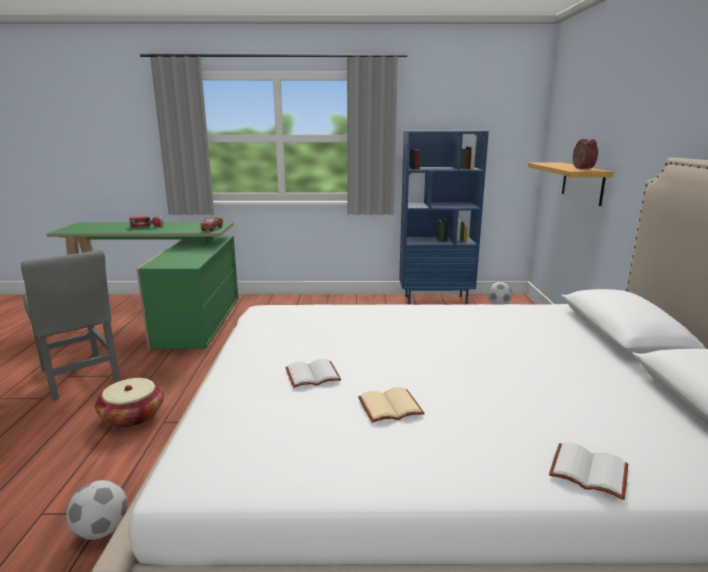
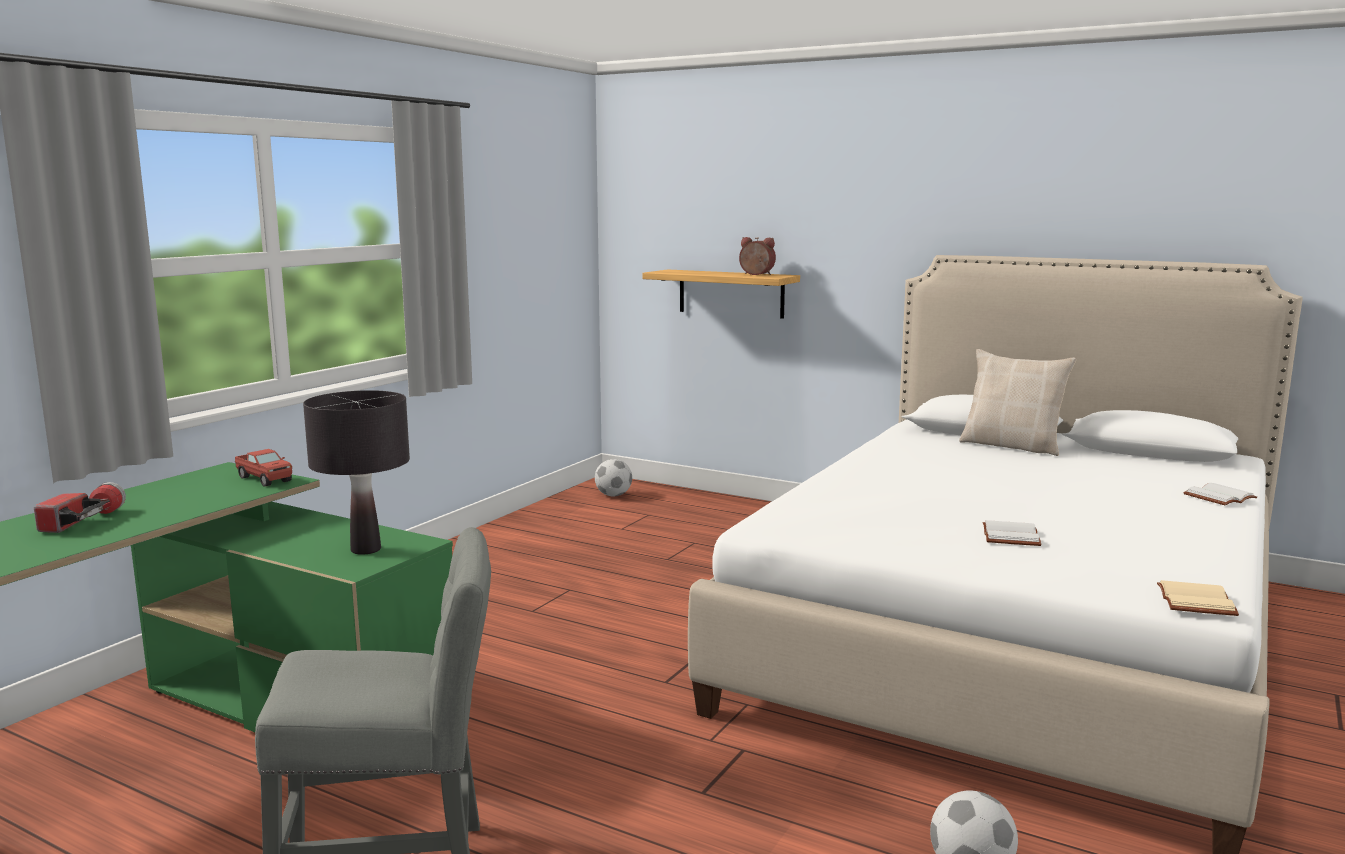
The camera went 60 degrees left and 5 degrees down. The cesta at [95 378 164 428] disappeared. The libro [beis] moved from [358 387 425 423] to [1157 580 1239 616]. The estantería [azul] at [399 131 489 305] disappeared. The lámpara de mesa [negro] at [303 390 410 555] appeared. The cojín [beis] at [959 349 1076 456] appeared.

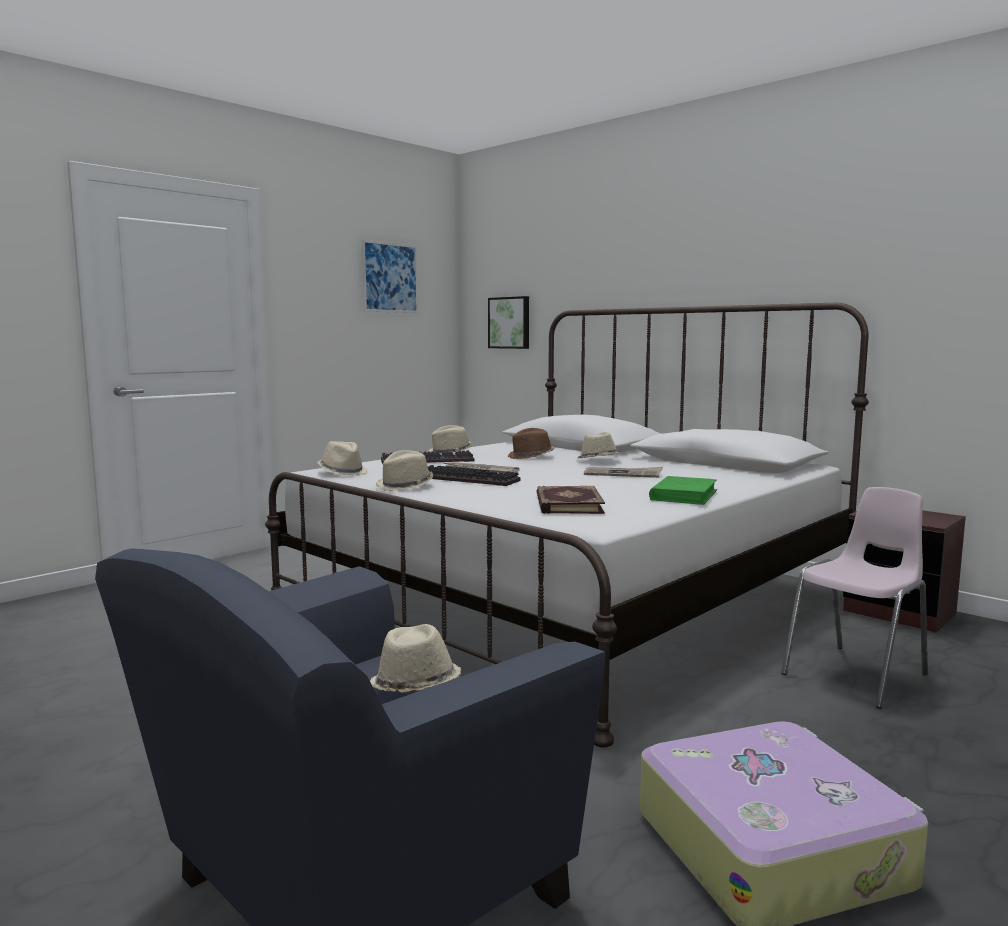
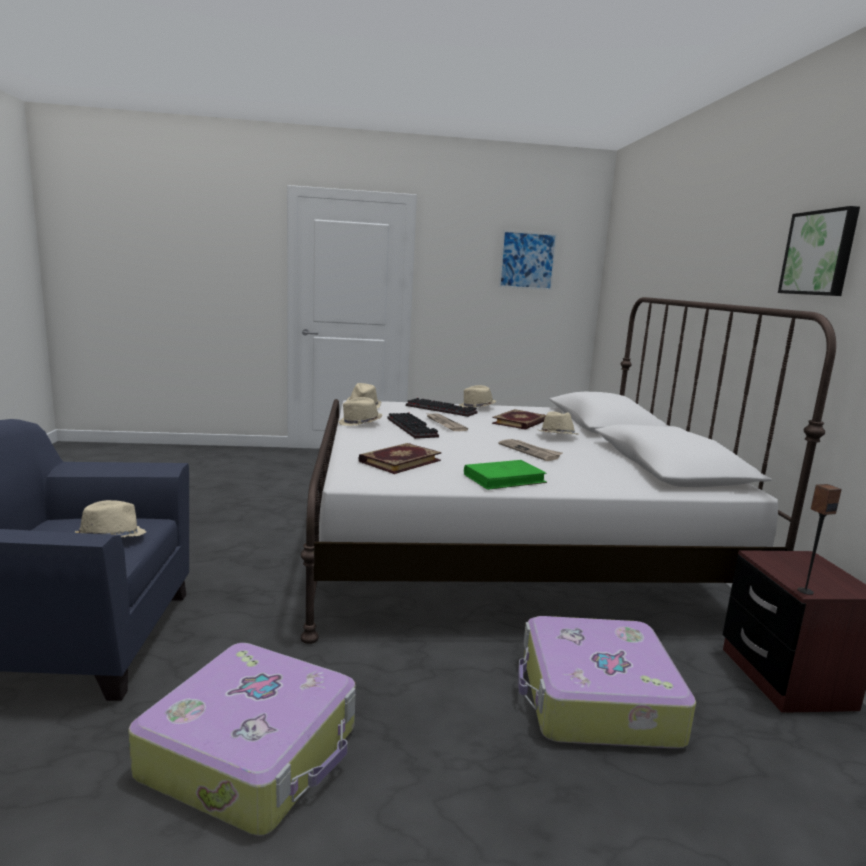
The camera went 40 degrees right and 5 degrees up. The cuadro moved from [488 296 529 349] to [778 206 860 296]. The sombrero [marrón] at [508 428 555 459] was replaced by the libro at [492 409 546 430]. The silla [rosa] at [781 487 928 709] was replaced by the maleta at [518 616 696 748]. The altavoz at [797 484 842 595] appeared.

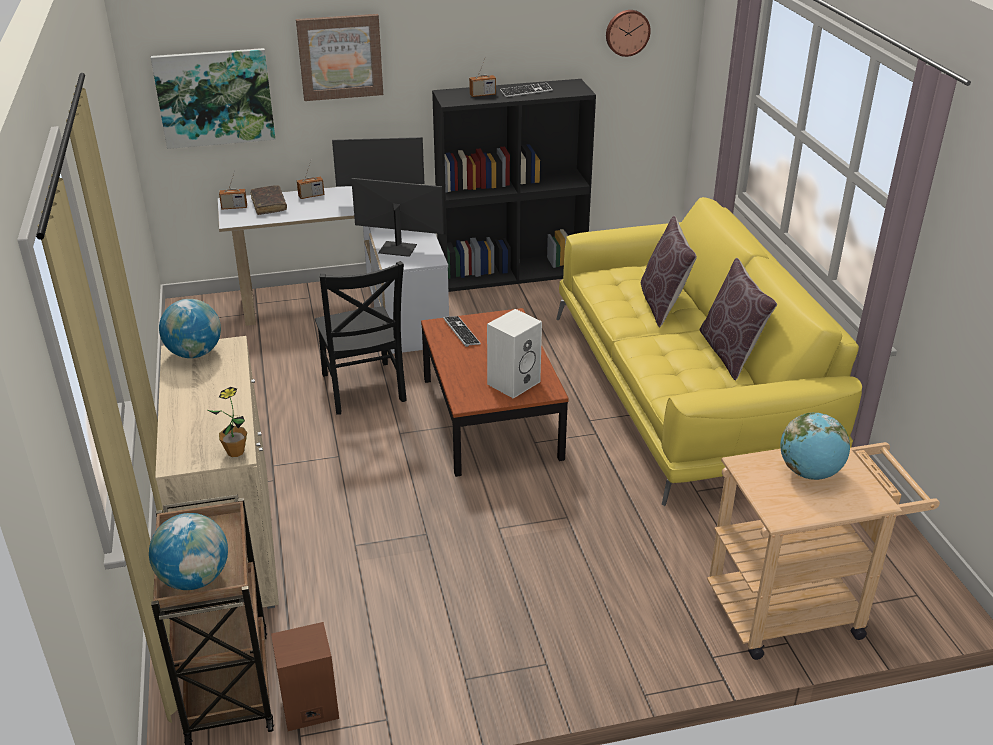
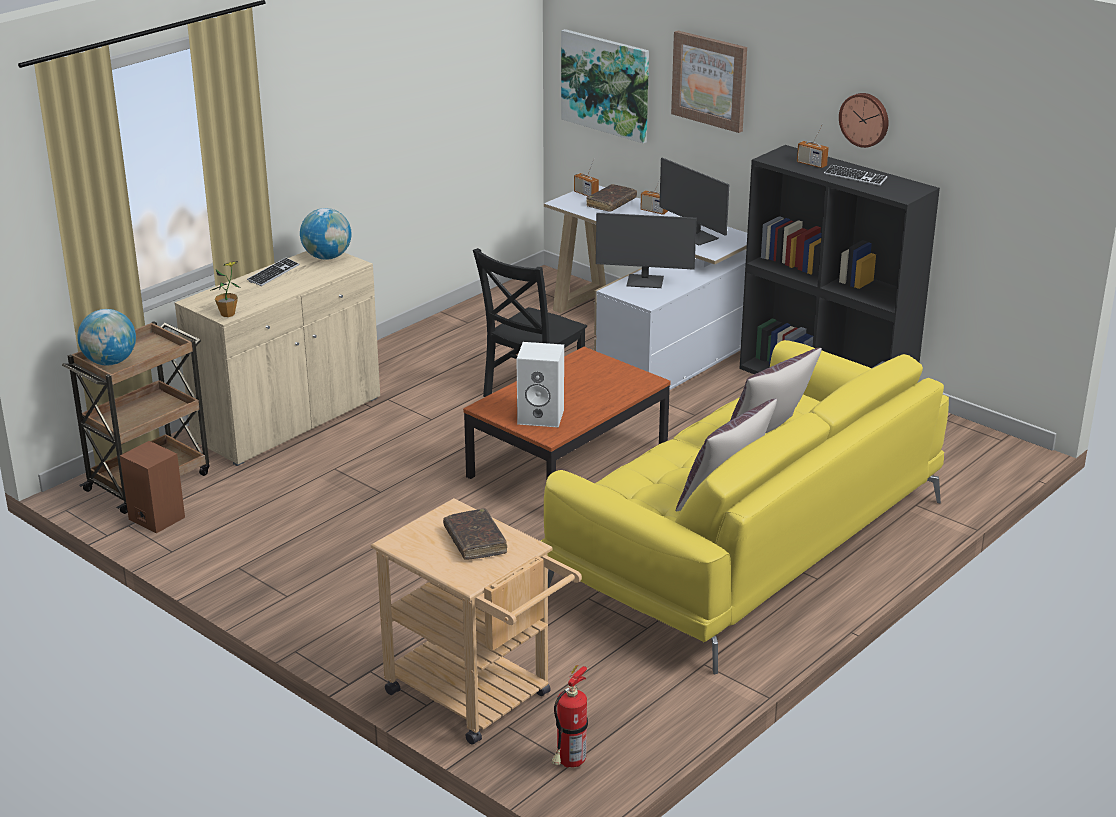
The camera went 55 degrees right and 5 degrees down. The monitor at [351 178 443 257] turned 120 degrees clockwise. The teclado moved from [443 316 481 347] to [247 258 299 286]. The reloj de pared moved from [606 10 651 57] to [839 93 889 148]. The globo terráqueo at [780 412 850 480] was replaced by the libro [marrón] at [443 508 507 559]. The extintor at [552 665 588 768] appeared.

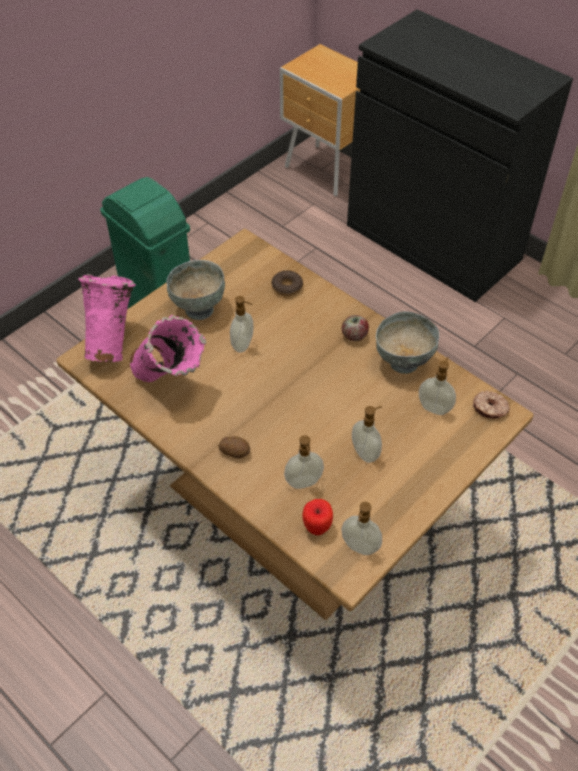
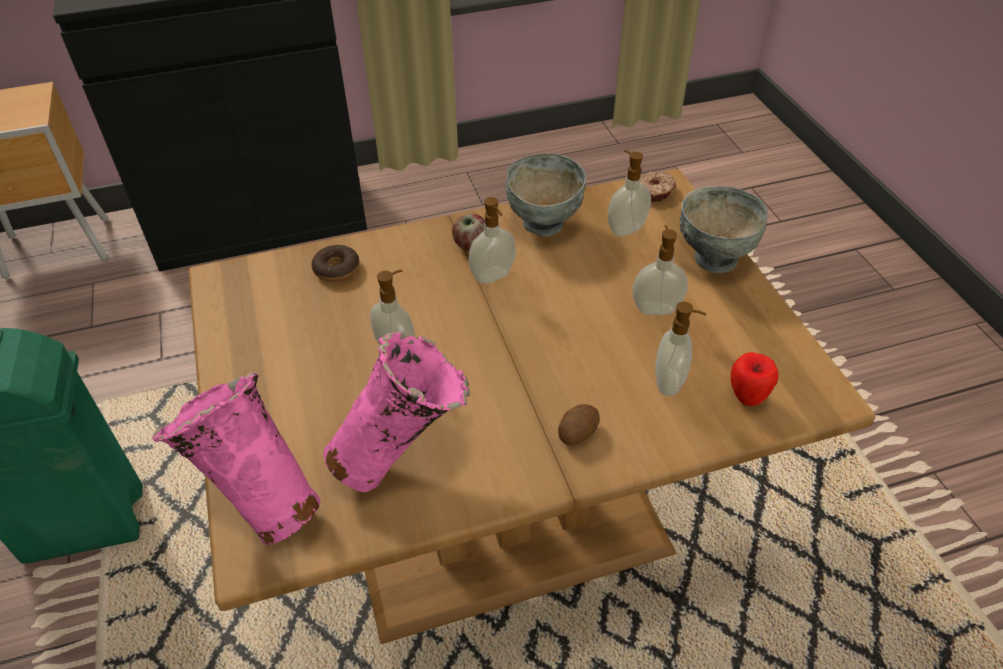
The camera went 60 degrees left and 5 degrees down. The cuenco [gris] moved from [167 260 225 320] to [680 186 768 273]. The dispensador de jabón moved from [341 502 382 555] to [469 197 516 284].

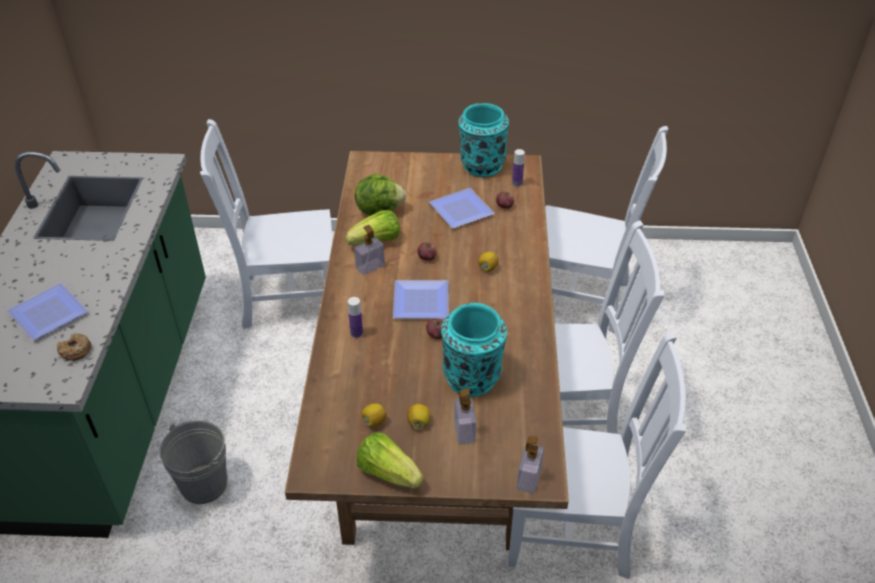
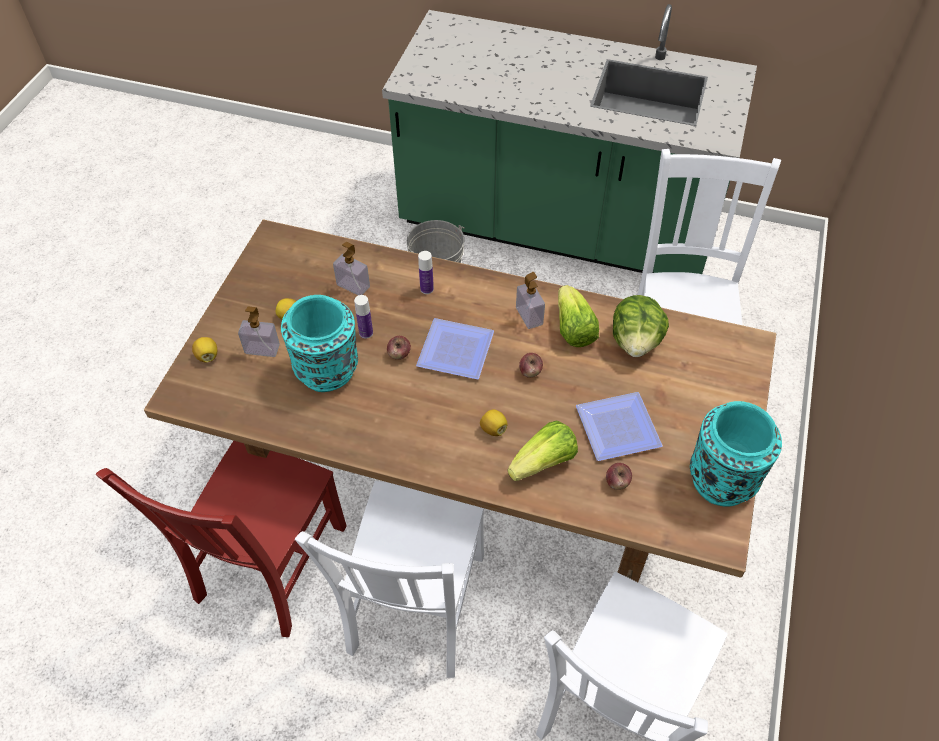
The camera went 105 degrees right and 10 degrees up. The plato at [7 283 88 340] disappeared. The rosquilla at [57 333 92 361] disappeared. The lechuga moved from [357 432 423 488] to [508 420 578 481]. The limón moved from [362 403 387 427] to [192 337 217 363]. The silla [blanco] at [508 332 687 579] became the silla [rojo] at [96 441 347 637]. The botella moved from [512 149 525 187] to [354 295 373 339]. The dispensador de jabón moved from [517 436 544 493] to [333 242 370 295].

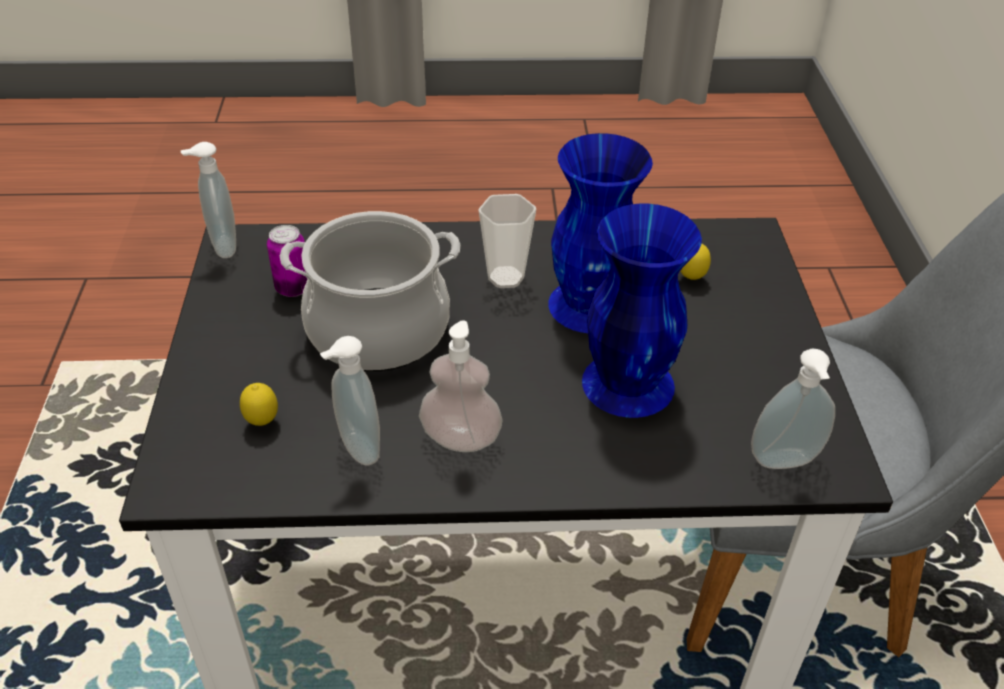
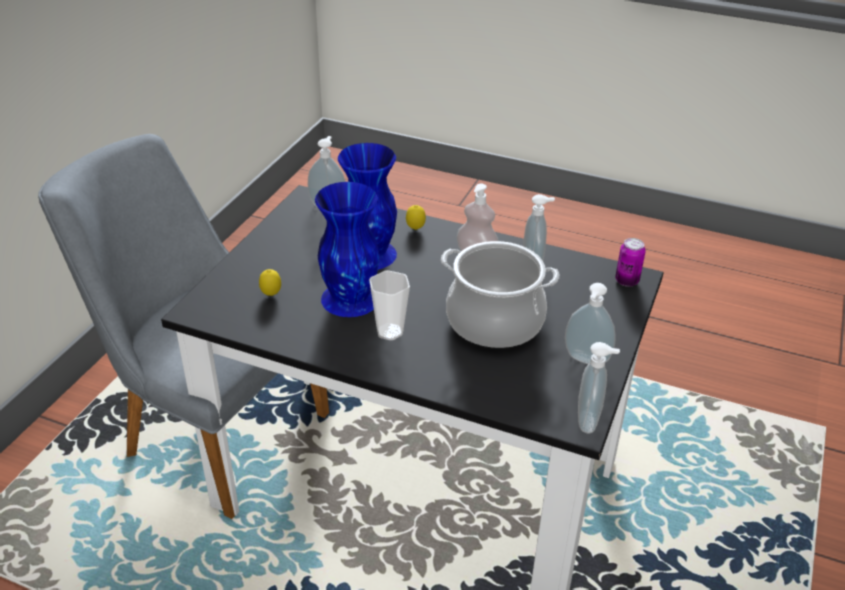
The camera went 155 degrees left and 5 degrees down. The limón moved from [240 383 278 426] to [406 205 426 230]. The lata moved from [267 225 307 297] to [615 238 646 287]. The dispensador de jabón at [565 283 616 364] appeared.

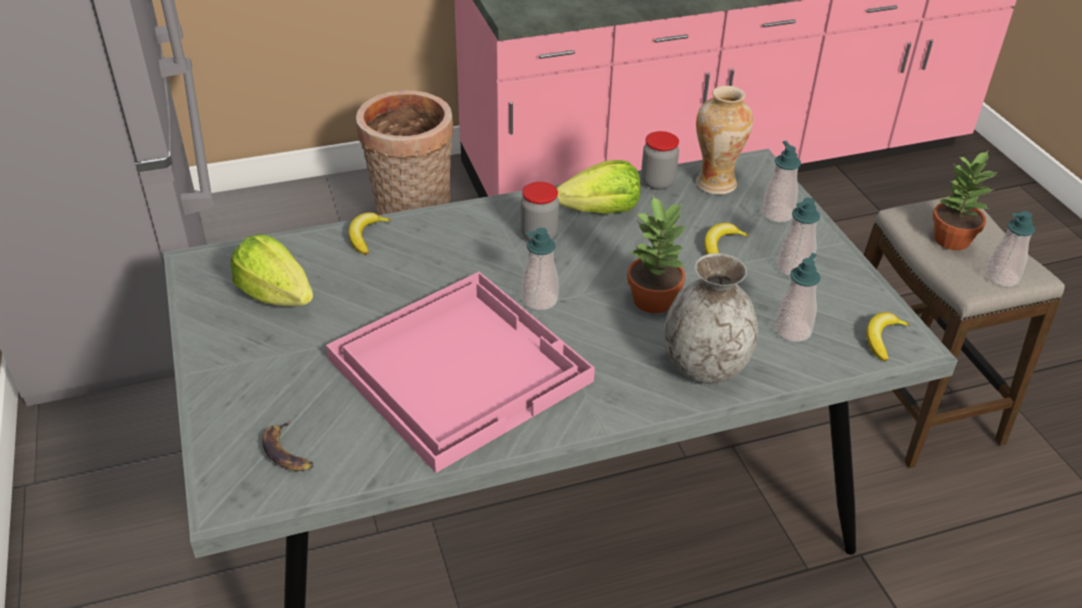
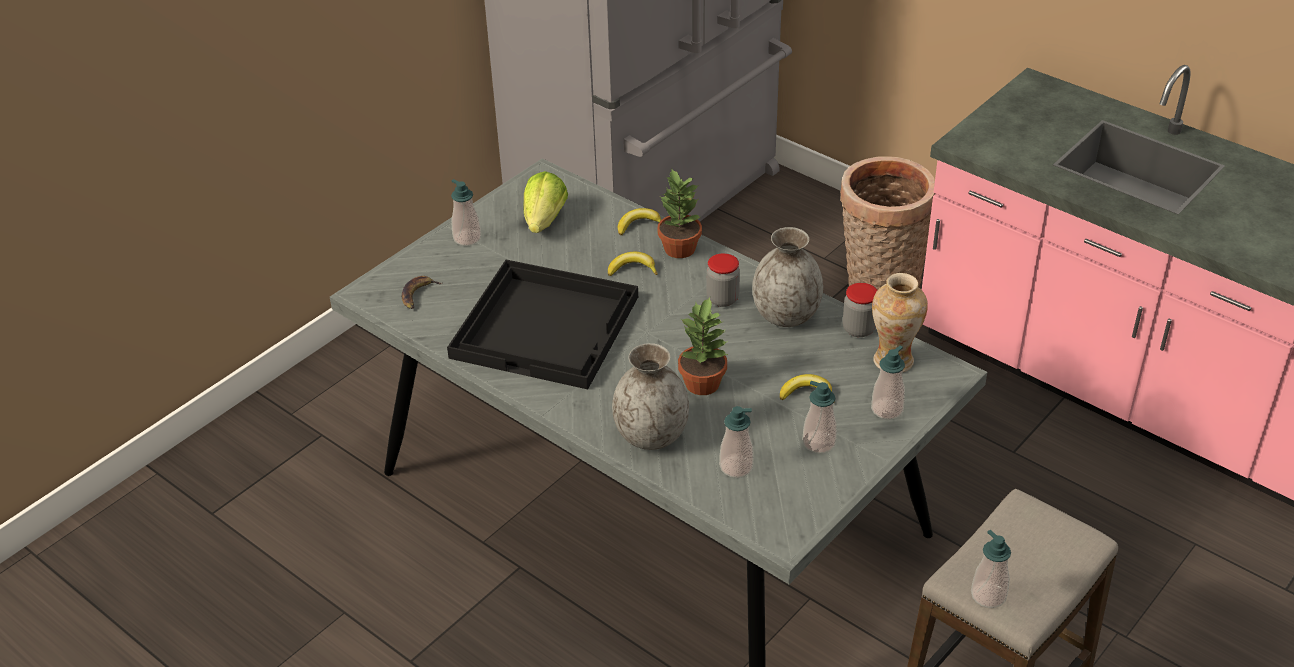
The camera went 60 degrees right and 0 degrees up. The bandeja [rosa] at [326 272 595 473] became the bandeja [negro] at [447 260 638 389]. The dispensador de jabón moved from [522 228 559 311] to [451 179 481 246]. The lechuga at [557 160 641 214] was replaced by the florero [gris] at [752 227 823 327]. The plátano moved from [866 312 910 362] to [608 252 658 276]. The planta en maceta moved from [933 151 997 250] to [657 169 702 258].

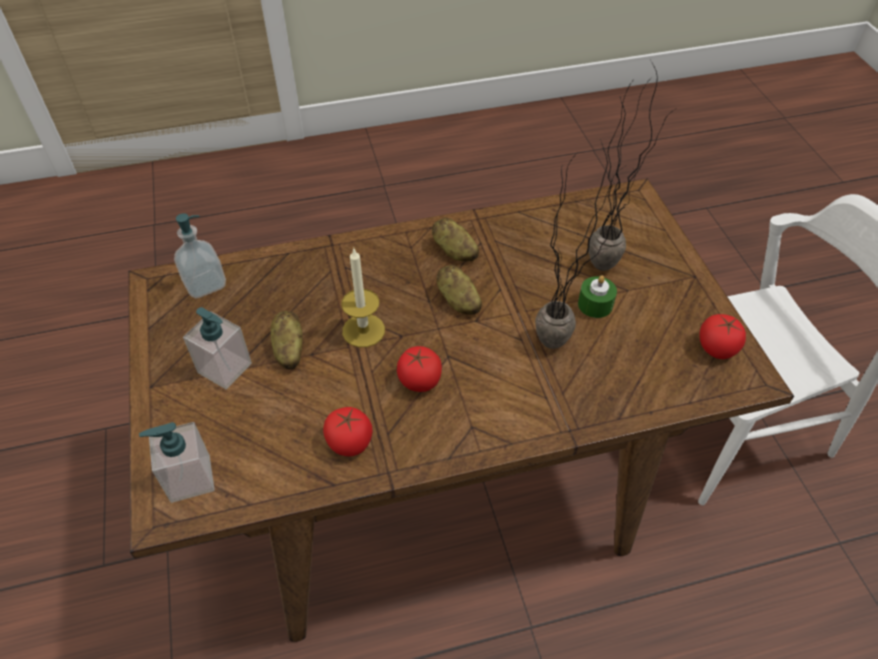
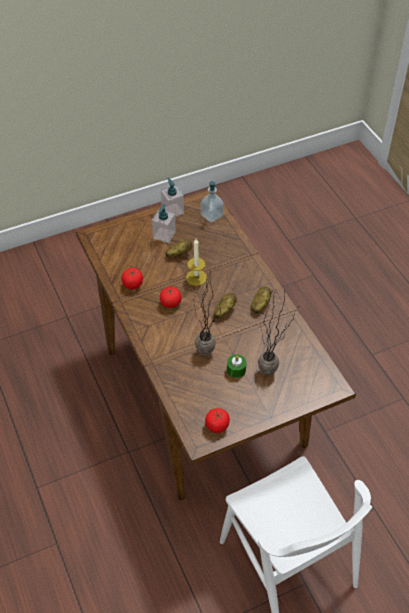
The camera went 80 degrees right and 0 degrees up. The dispensador de jabón moved from [139 422 215 503] to [161 177 184 217].

